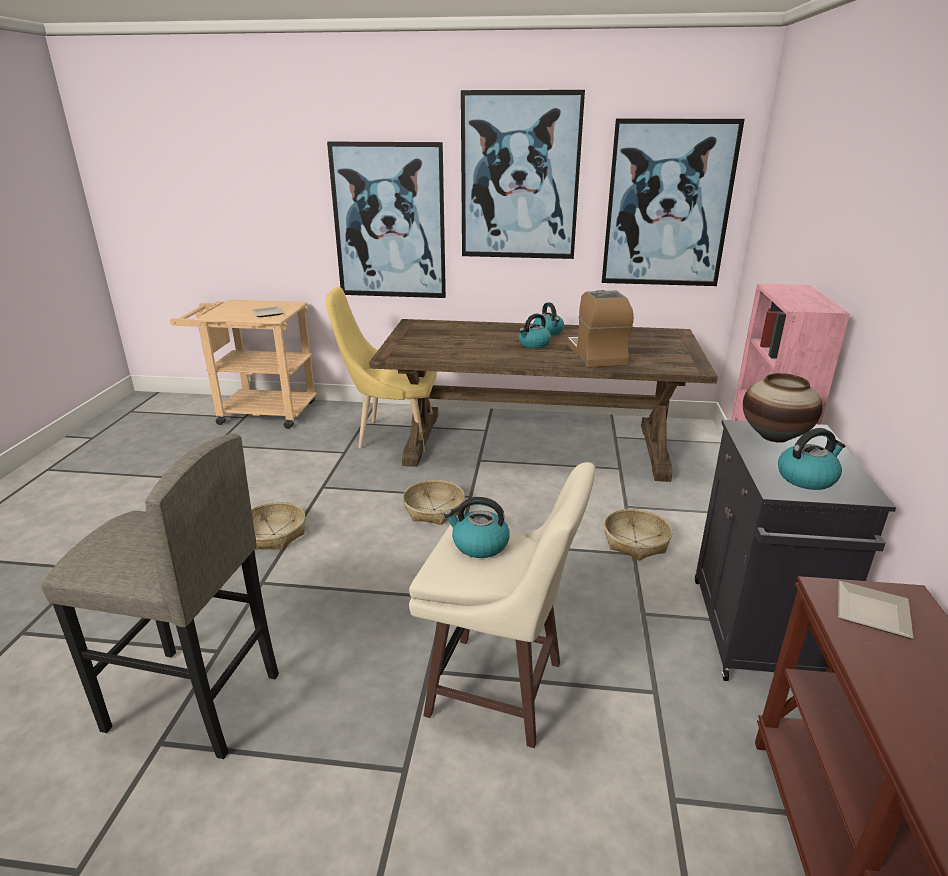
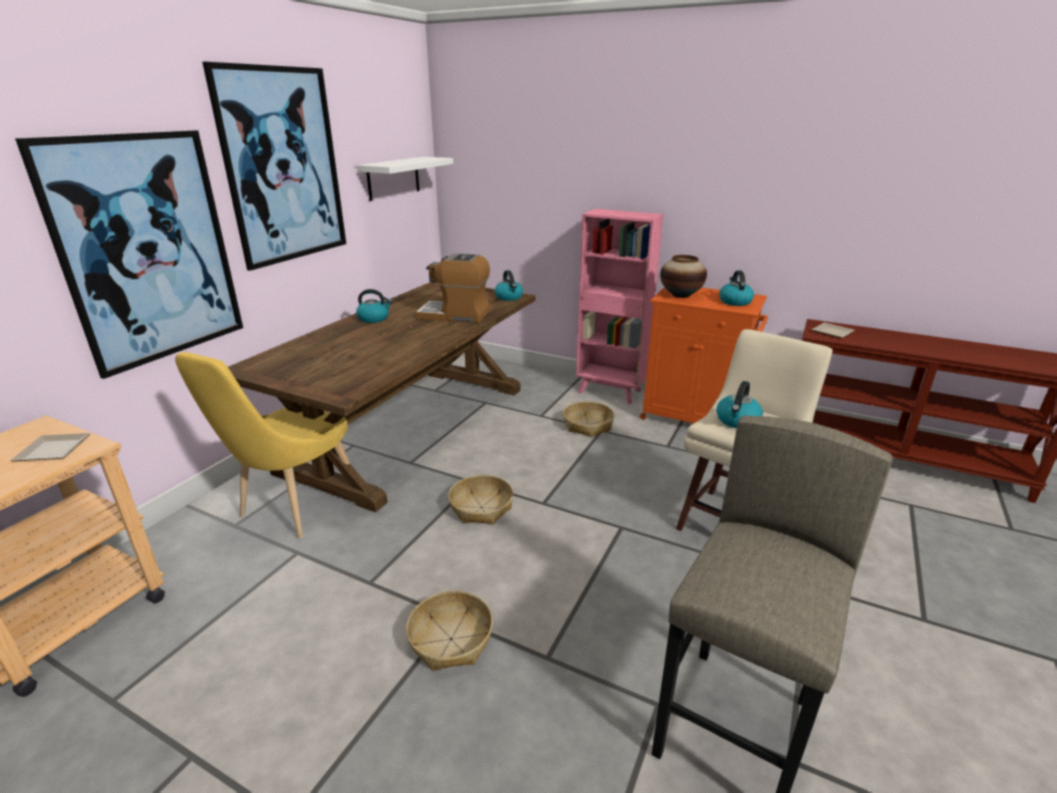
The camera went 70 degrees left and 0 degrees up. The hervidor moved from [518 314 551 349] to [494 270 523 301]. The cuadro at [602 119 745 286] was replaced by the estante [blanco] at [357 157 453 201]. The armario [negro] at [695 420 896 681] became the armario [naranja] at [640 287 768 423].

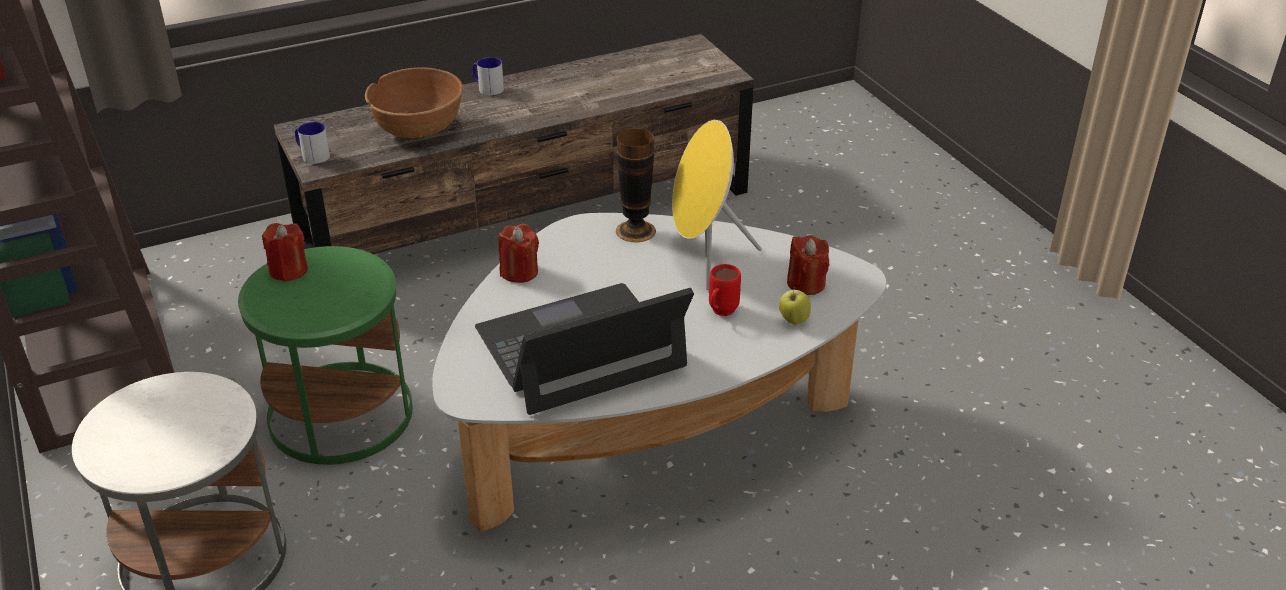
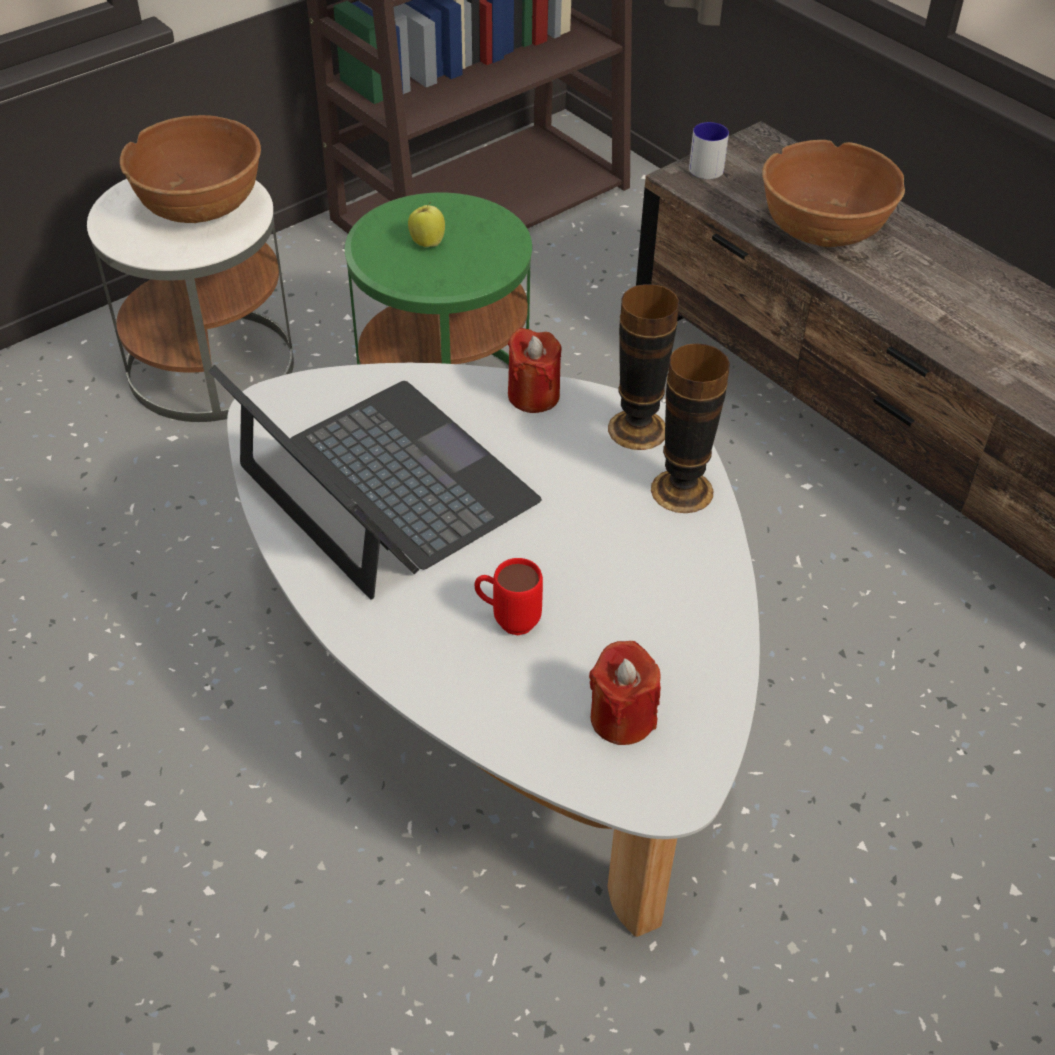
The camera went 75 degrees right and 10 degrees up. The vela [rojo] at [262 223 308 282] disappeared. The taza grande at [472 57 504 96] disappeared. The altavoz [amarillo] at [672 120 762 290] disappeared. The manzana moved from [779 287 811 325] to [408 202 445 247]. The cuenco [marrón] at [120 115 261 223] appeared. The florero at [608 284 679 450] appeared.

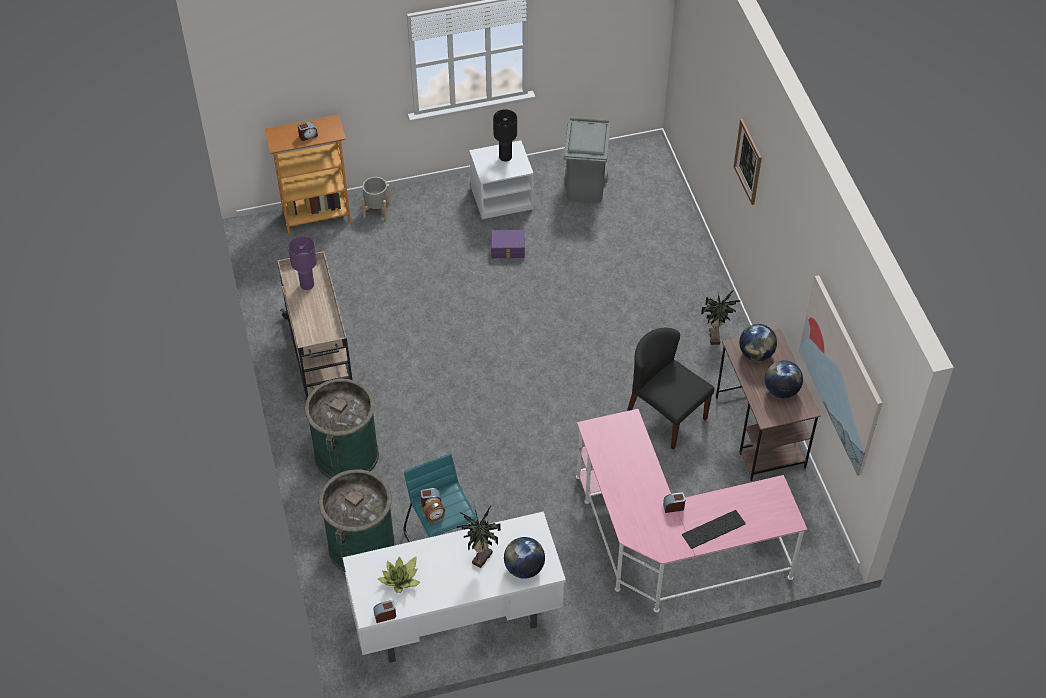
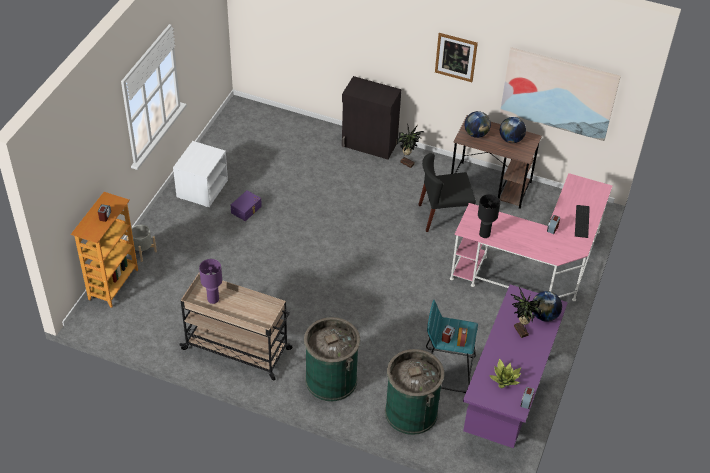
The camera went 55 degrees left and 5 degrees down. The escritorio [blanco] at [342 511 566 663] became the escritorio [morado] at [463 284 568 448]. The lámpara de mesa [negro] moved from [493 109 517 162] to [478 194 500 238]. The papelera [gris] at [564 116 610 203] disappeared. The cuadro moved from [734 119 762 205] to [435 33 478 82]. The armario [negro] at [342 76 401 159] appeared.

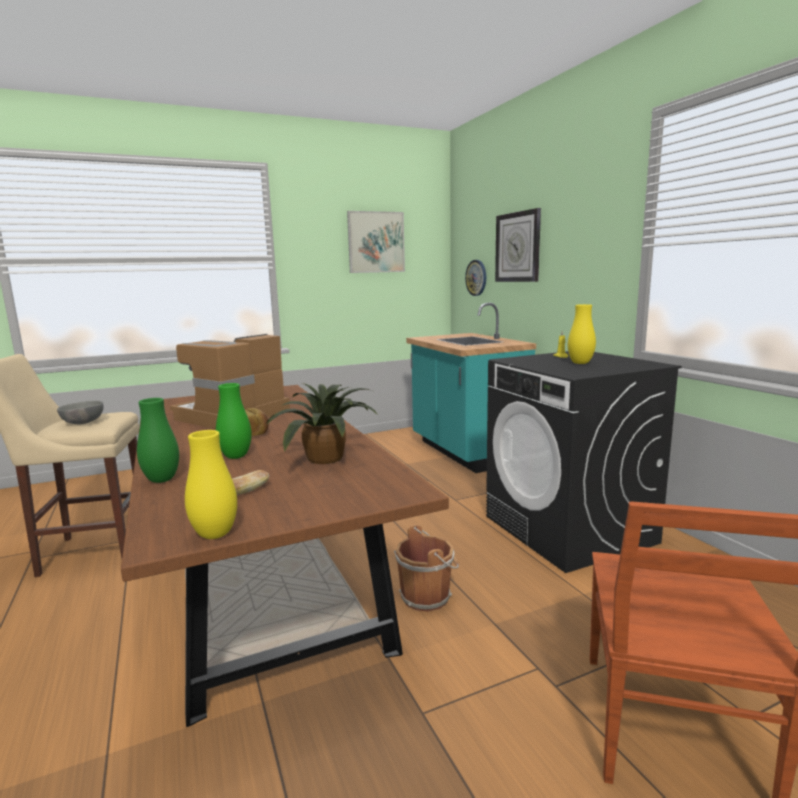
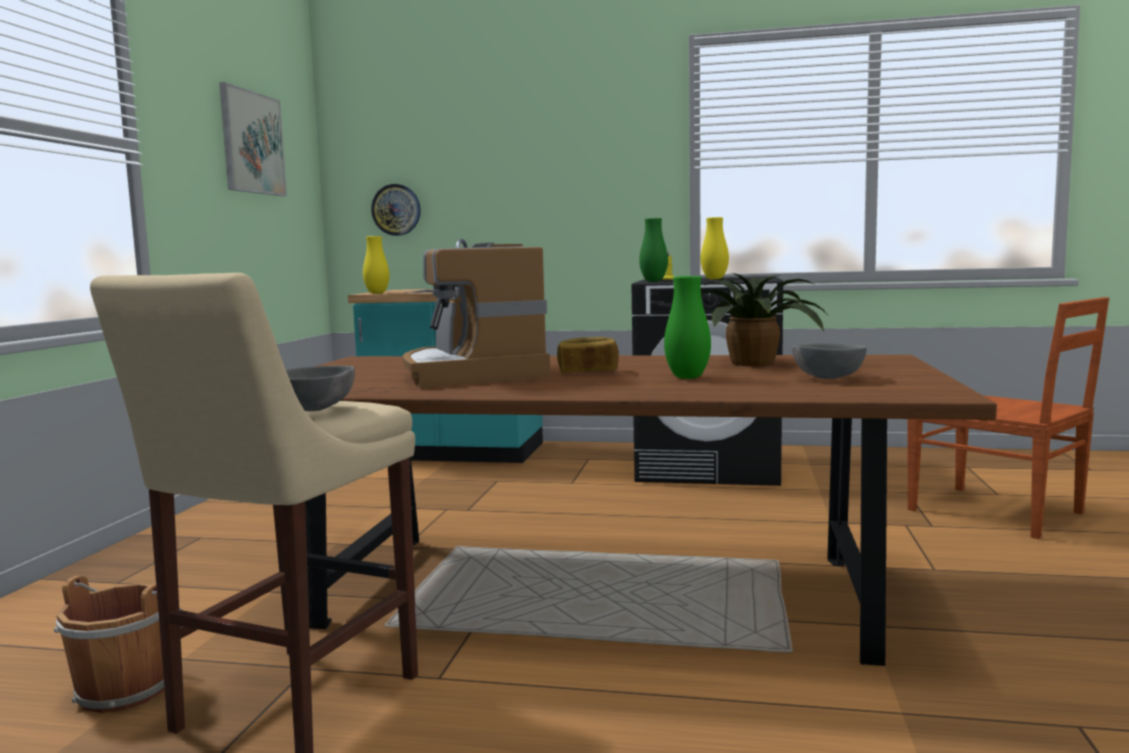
The camera went 55 degrees left and 5 degrees down. The florero [verde] moved from [137 398 179 483] to [639 218 668 282]. The florero [amarillo] moved from [185 430 237 539] to [363 236 389 294]. The pan at [232 470 269 495] was replaced by the cuenco [gris] at [792 343 867 379]. The cubo [marrón] moved from [394 524 459 612] to [54 576 182 713]. The reloj de pared at [495 208 541 282] disappeared.

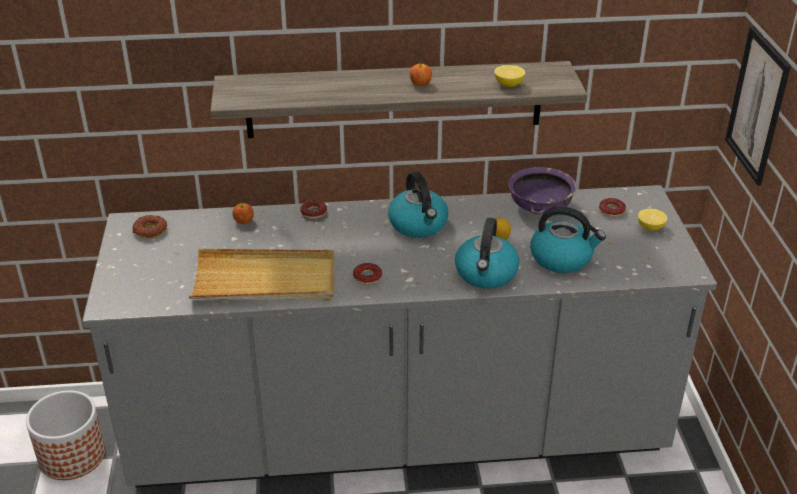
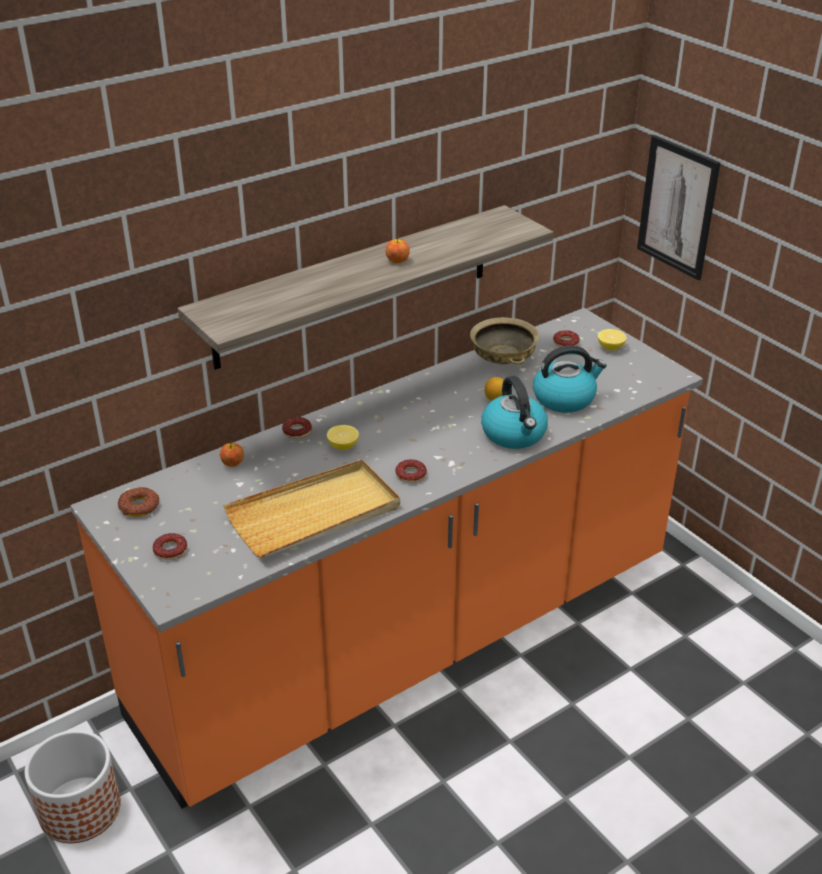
The camera went 30 degrees left and 0 degrees up. The mueble bajo de cocina [gris] at [82 185 717 488] became the mueble bajo de cocina [naranja] at [71 308 703 809]. The hervidor at [388 172 448 238] disappeared. The limón moved from [494 65 525 87] to [327 425 359 450]. The cuenco [morado] at [508 167 577 214] became the cuenco [beis] at [470 317 539 365]. The rosquilla at [153 533 187 560] appeared.

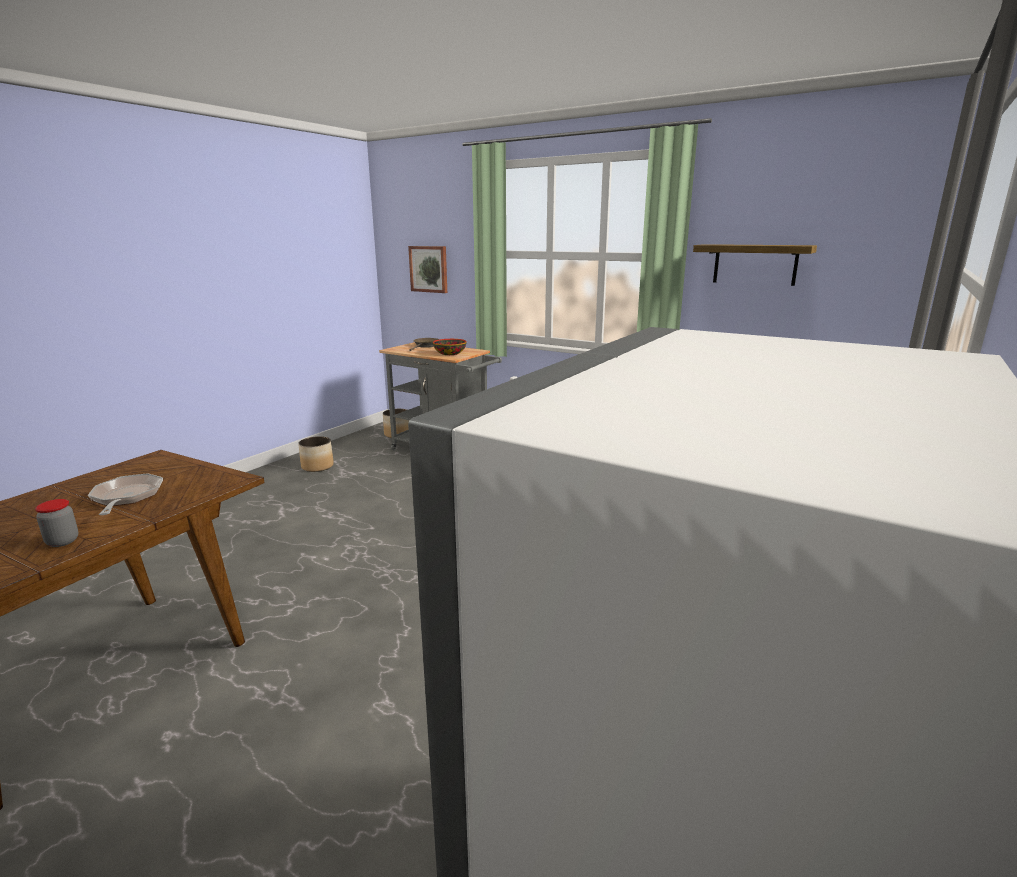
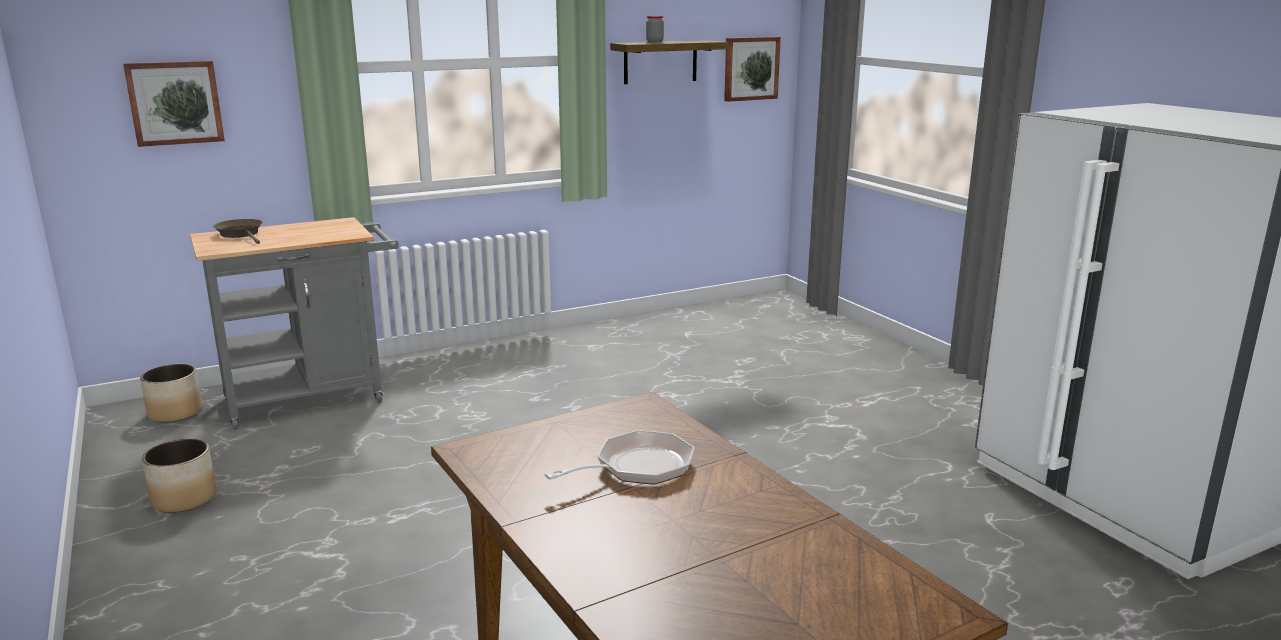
The camera went 60 degrees left and 0 degrees up. The tarro moved from [35 499 79 547] to [646 15 664 43]. The sartén at [88 473 163 515] turned 135 degrees clockwise. The cuenco at [433 339 467 355] disappeared. The cuadro at [724 37 781 102] appeared.

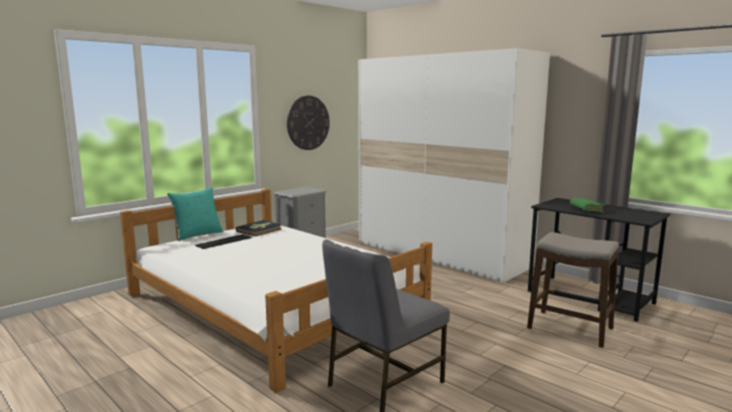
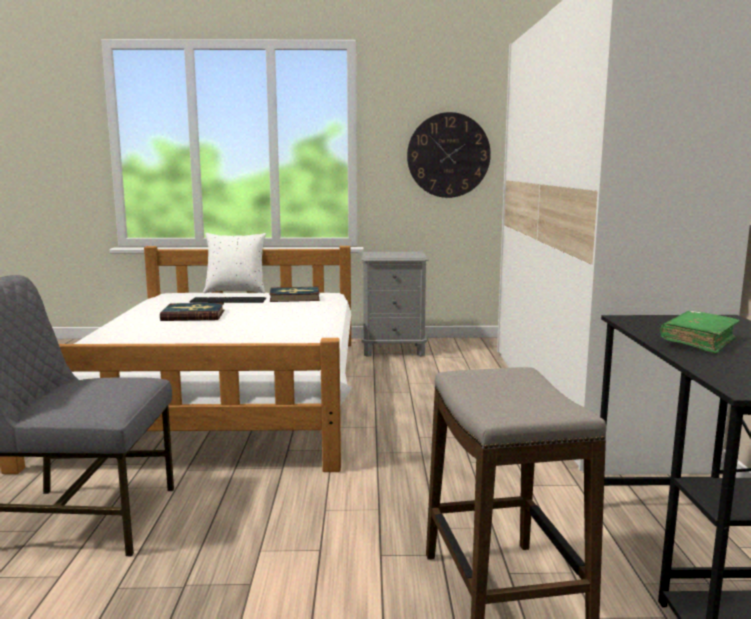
The camera went 45 degrees right and 0 degrees up. The cojín [turquesa] at [167 187 223 241] became the cojín [blanco] at [203 233 266 293]. The libro at [160 303 224 321] appeared.

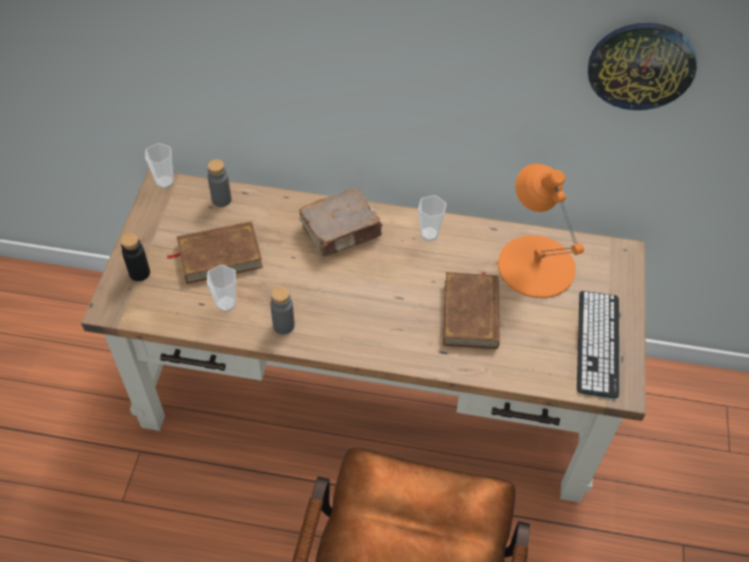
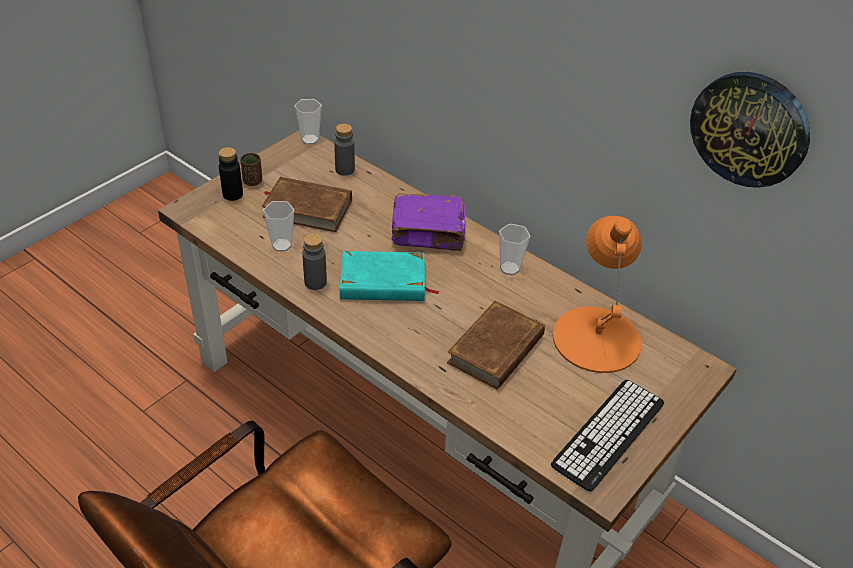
The camera went 30 degrees right and 10 degrees down. The libro [marrón] at [299 188 383 256] became the libro [morado] at [392 193 465 251]. The taza [marrón] at [240 153 262 186] appeared. The libro [turquesa] at [340 251 440 301] appeared.

